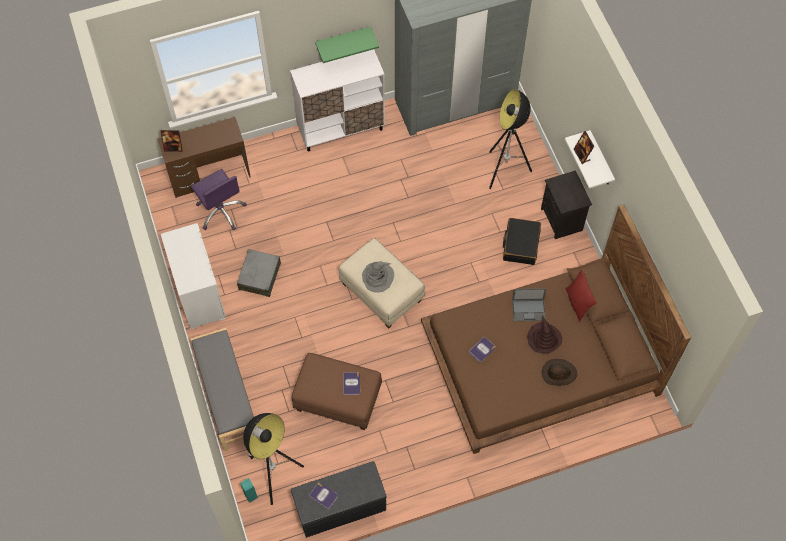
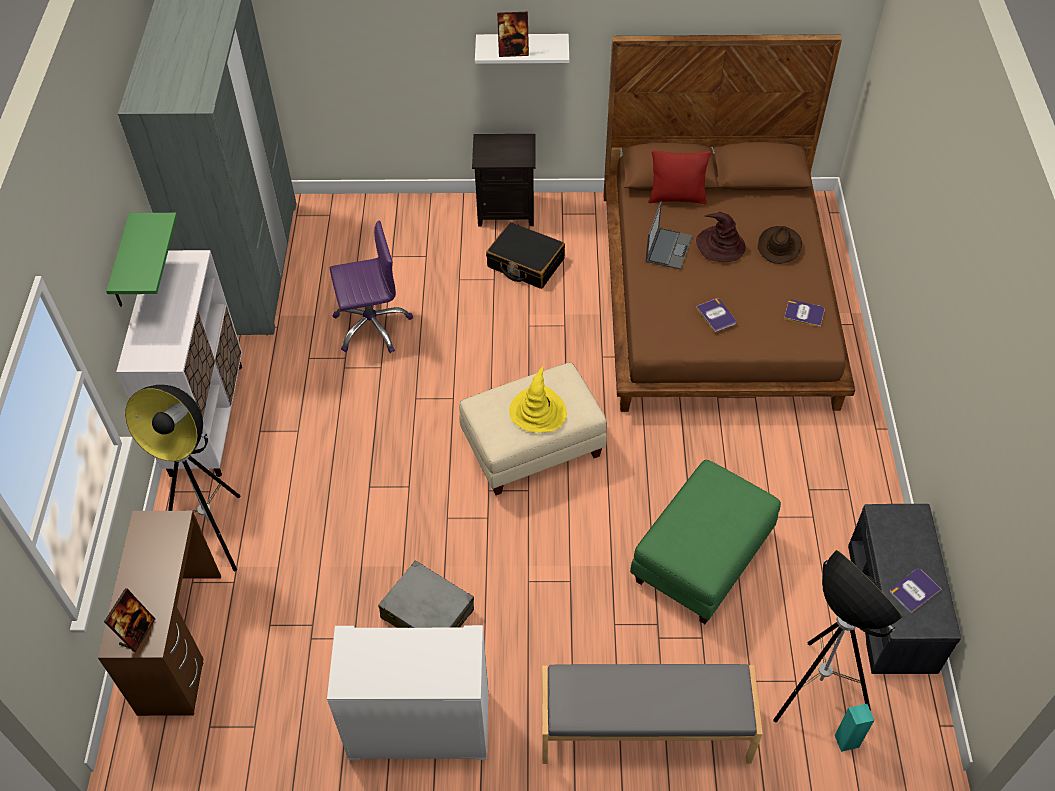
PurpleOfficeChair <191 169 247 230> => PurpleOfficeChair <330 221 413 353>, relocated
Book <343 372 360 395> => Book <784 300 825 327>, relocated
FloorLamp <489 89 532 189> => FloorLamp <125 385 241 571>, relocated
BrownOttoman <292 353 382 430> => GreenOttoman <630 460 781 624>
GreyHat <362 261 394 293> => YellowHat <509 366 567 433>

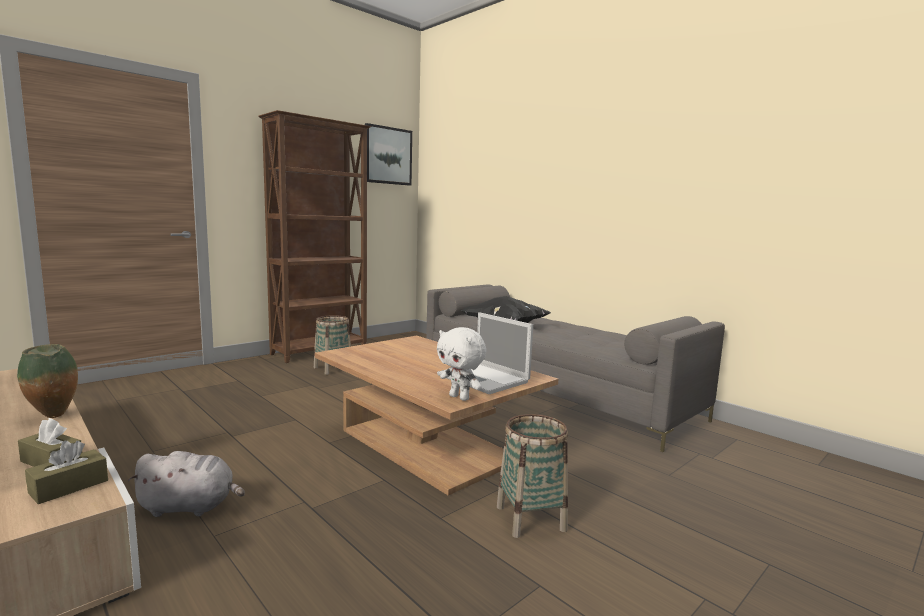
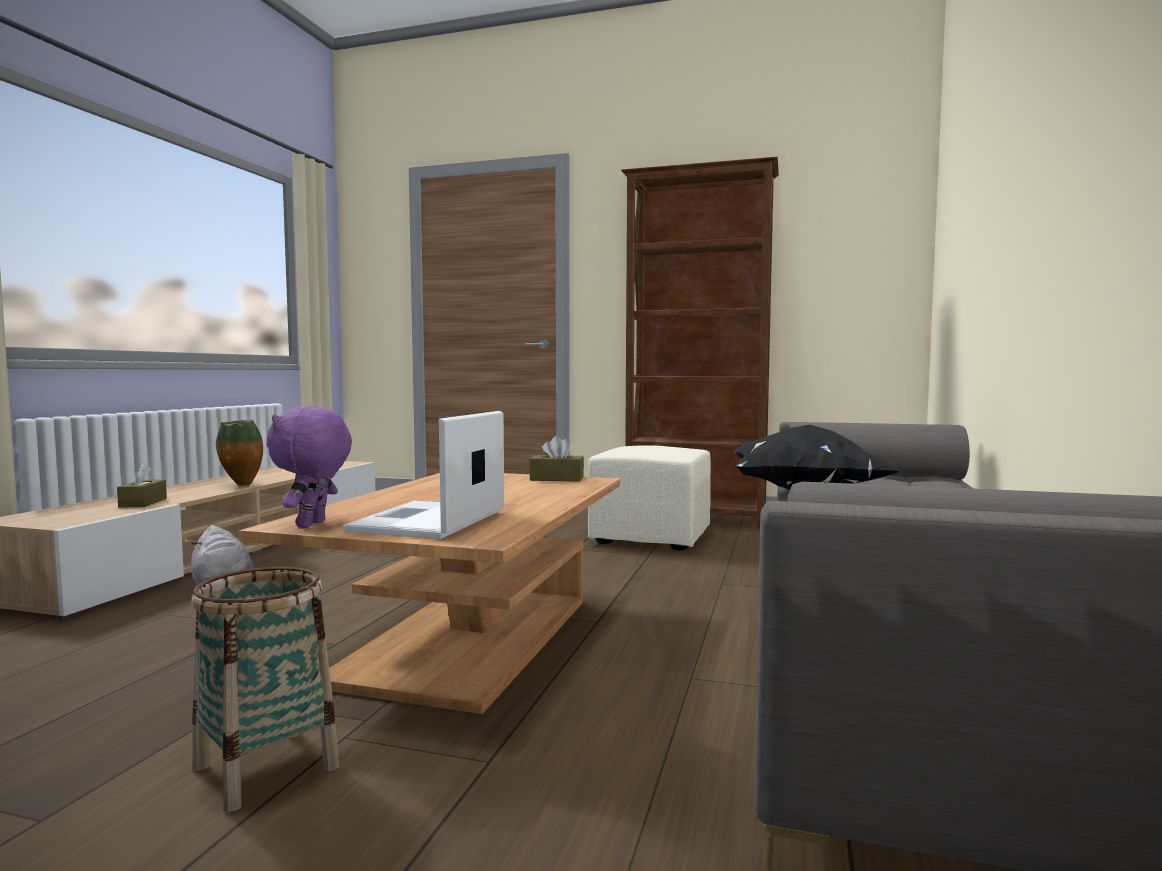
Picture <365 123 412 185> => nothing
BrownTissueBox <25 441 108 504> => BrownTissueBox <529 436 584 482>, relocated
Basket <314 315 351 375> => BeigeOttoman <588 445 711 550>
WhitePlushToy <437 327 486 401> => PurplePlushToy <266 406 352 528>

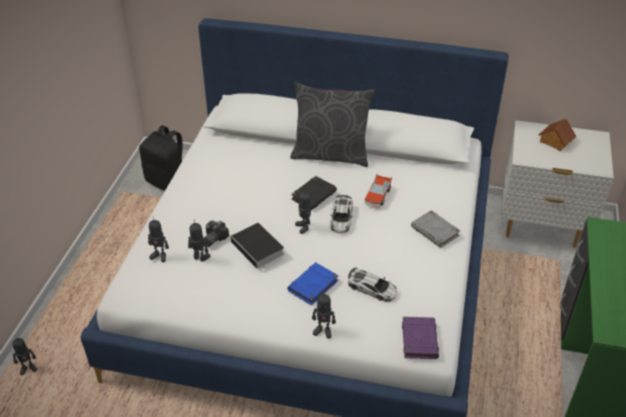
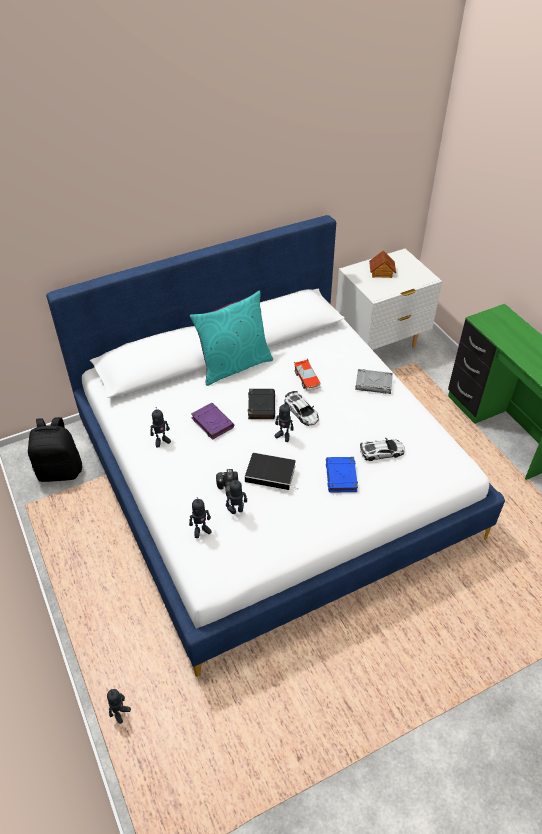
ToyRobot <312 291 336 339> => ToyRobot <150 409 171 447>, relocated
PurpleBook <402 317 439 359> => PurpleBook <191 403 234 440>, relocated
GreyPillow <290 82 375 167> => TurquoisePillow <190 291 273 386>

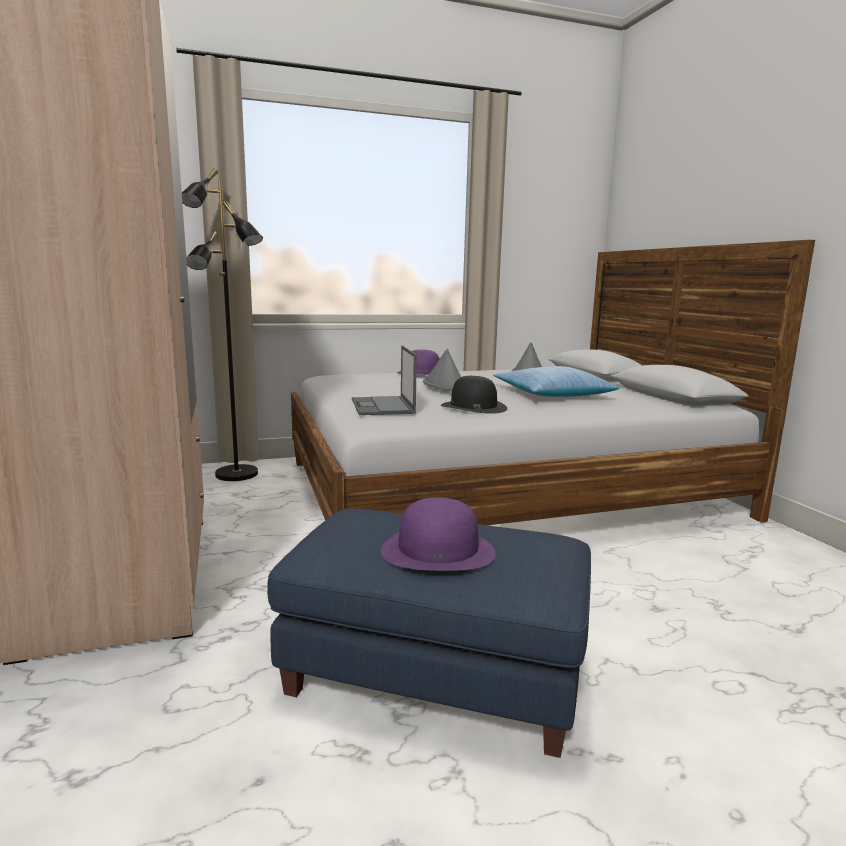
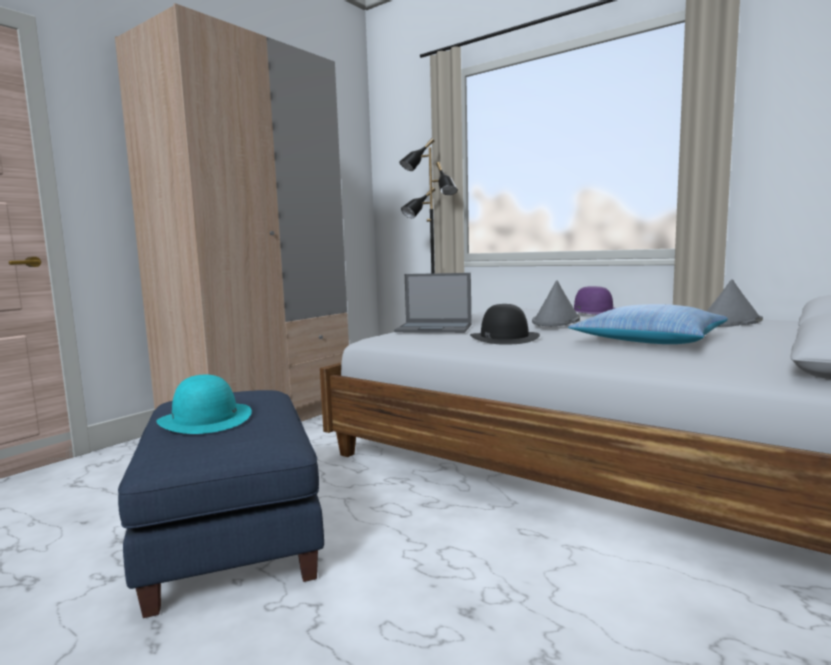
PurpleHat <381 497 496 571> => TurquoiseHat <156 375 252 434>
Laptop <352 346 417 415> => Laptop <394 273 472 333>, 120 degrees counterclockwise

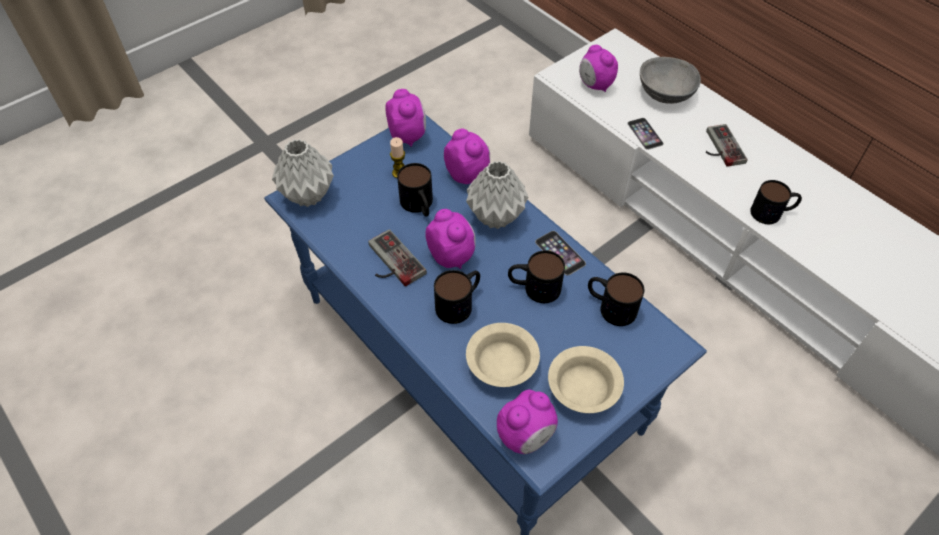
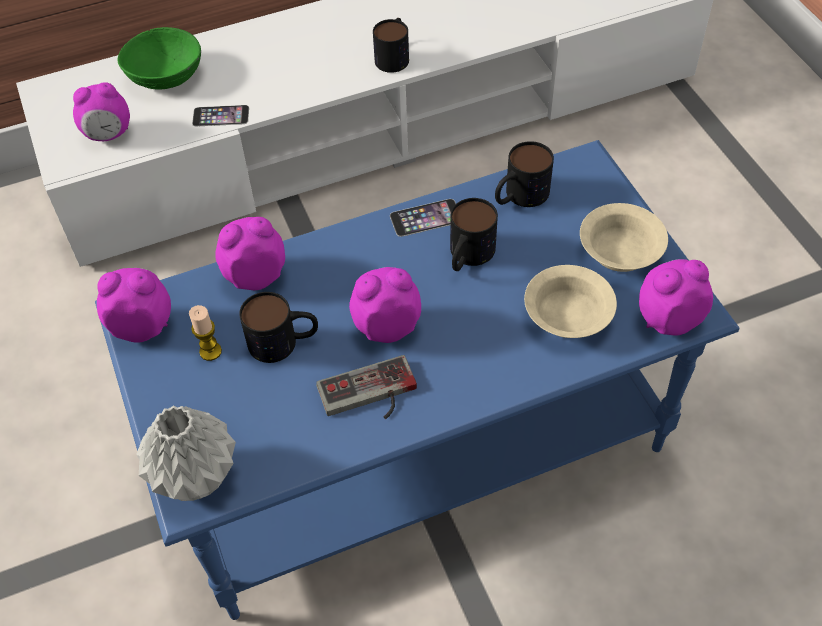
Mug <434 270 480 324> => nothing
GreyVase <466 161 529 229> => nothing
GameController <706 124 748 167> => nothing
GreyBowl <640 57 701 104> => GreenBowl <118 27 201 89>
AlarmClock <497 389 558 454> => AlarmClock <639 259 713 336>, 90 degrees counterclockwise

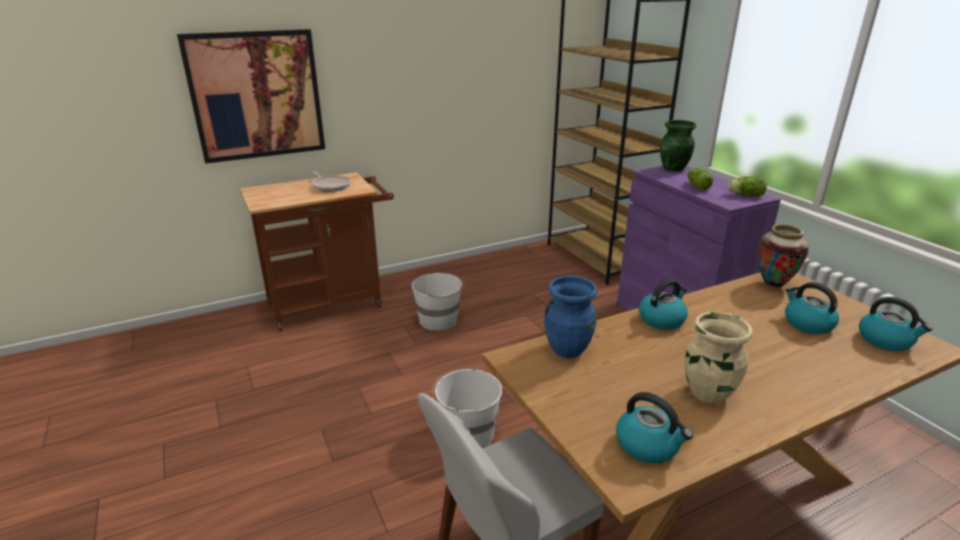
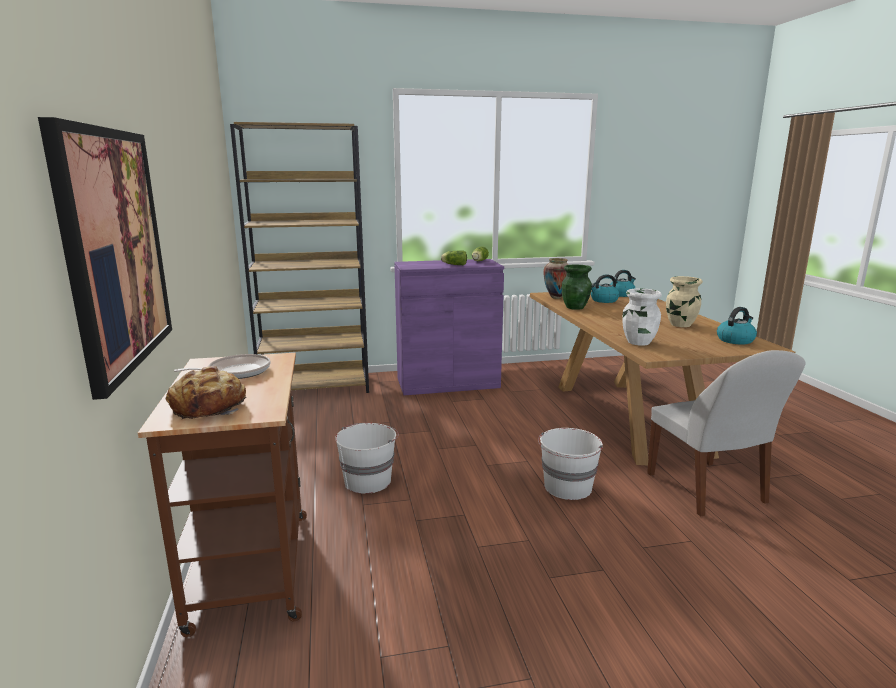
Kettle <639 279 688 330> => nothing
nothing => Bread <166 366 246 419>
GreenVase <660 120 697 172> => GreenVase <562 265 592 310>, relocated
BlueVase <544 276 598 358> => WhiteVase <622 288 662 346>

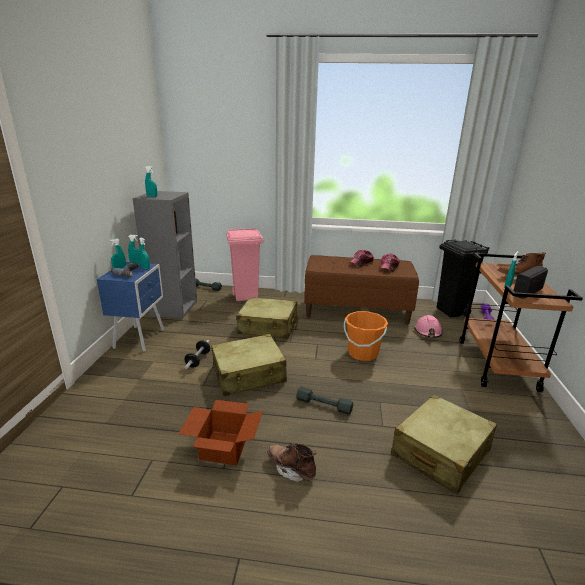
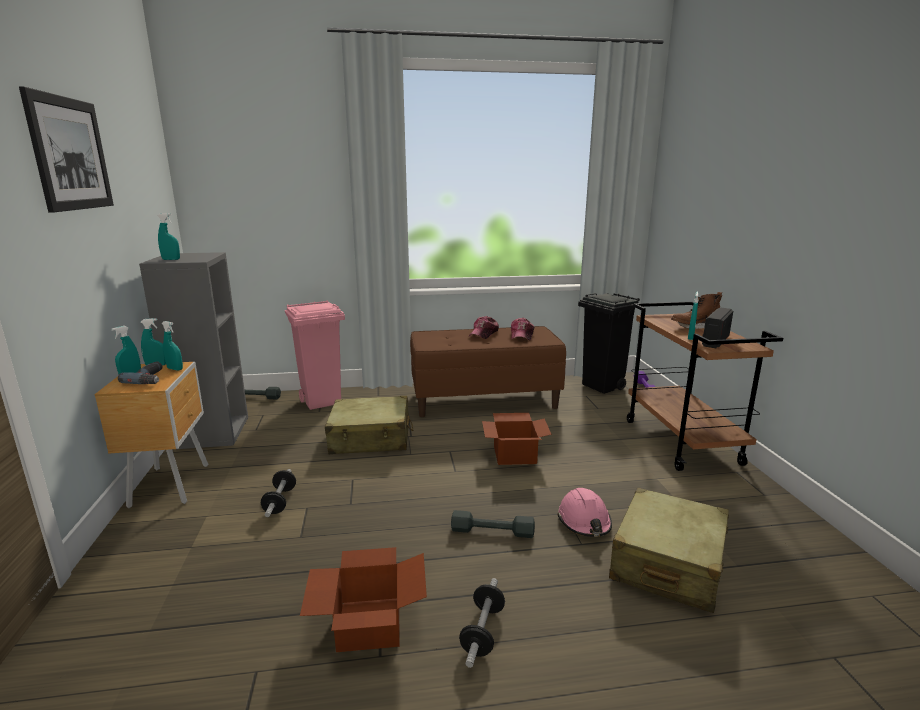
BeigeSuitcase <211 334 287 396> => nothing
nothing => Picture <19 87 114 213>
PinkHardHat <414 315 443 338> => PinkHardHat <558 488 612 537>, relocated
BrownBoot <267 443 316 483> => Dumbbell <459 578 505 668>
OrangeBucket <344 311 388 361> => CardboardBox <482 413 552 465>
BlueNightstand <97 262 164 352> => BrownNightstand <94 362 209 508>

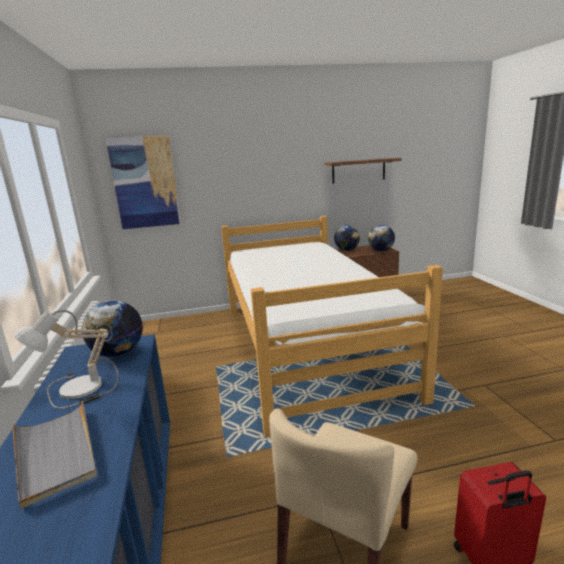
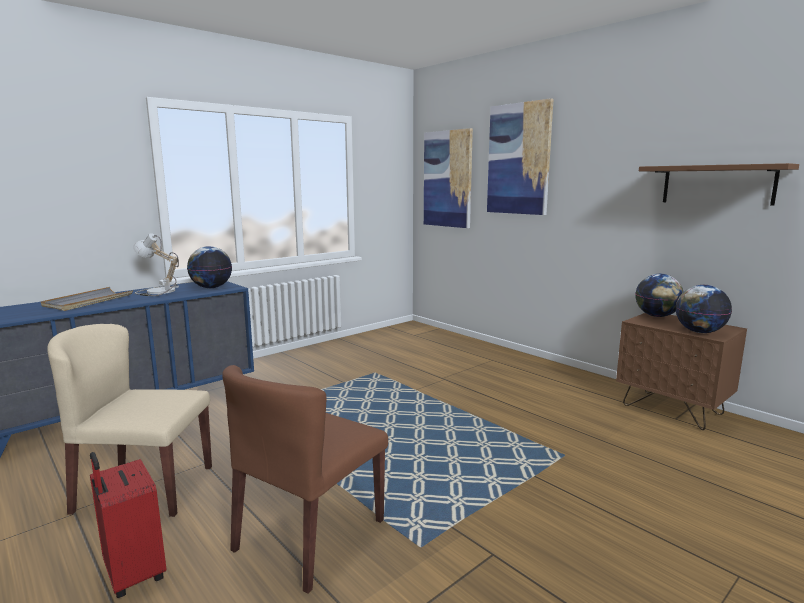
Bed <221 216 443 437> => nothing
nothing => BrownChair <222 365 388 594>
nothing => Picture <487 98 554 215>

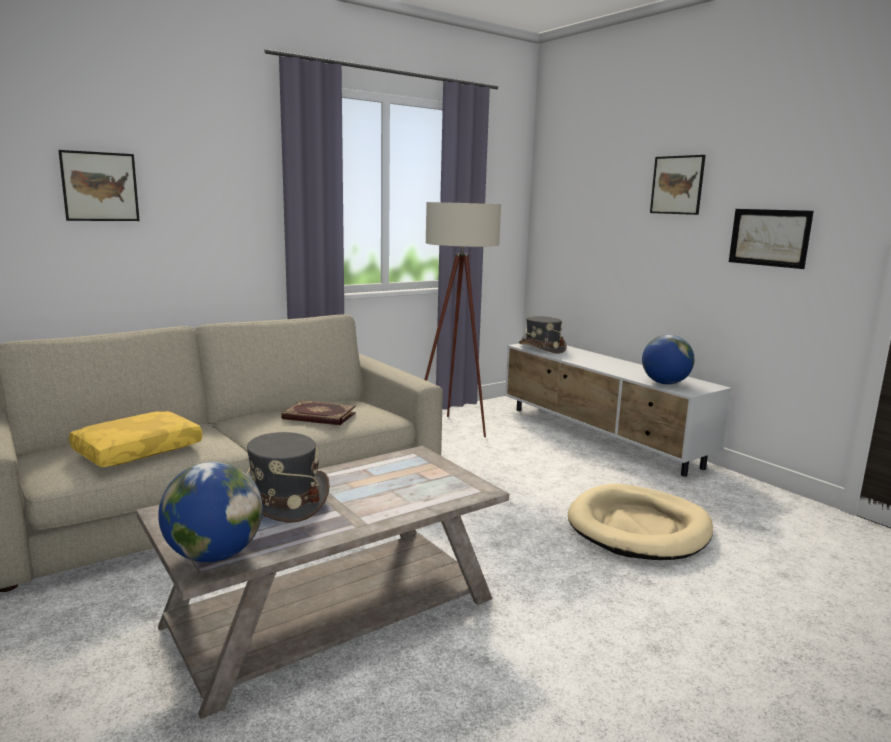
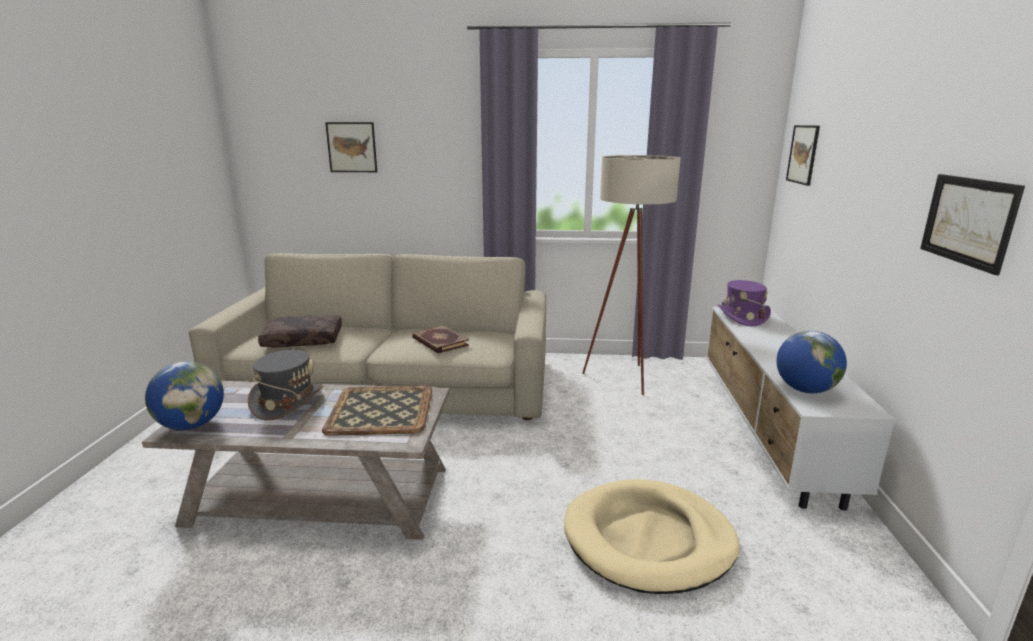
nothing => Tray <322 386 432 436>
Picture <650 155 706 215> => Picture <786 125 820 186>, relocated
YellowPillow <69 411 202 467> => BrownPillow <258 315 342 348>
GreyHat <519 316 567 354> => PurpleHat <718 280 771 326>

